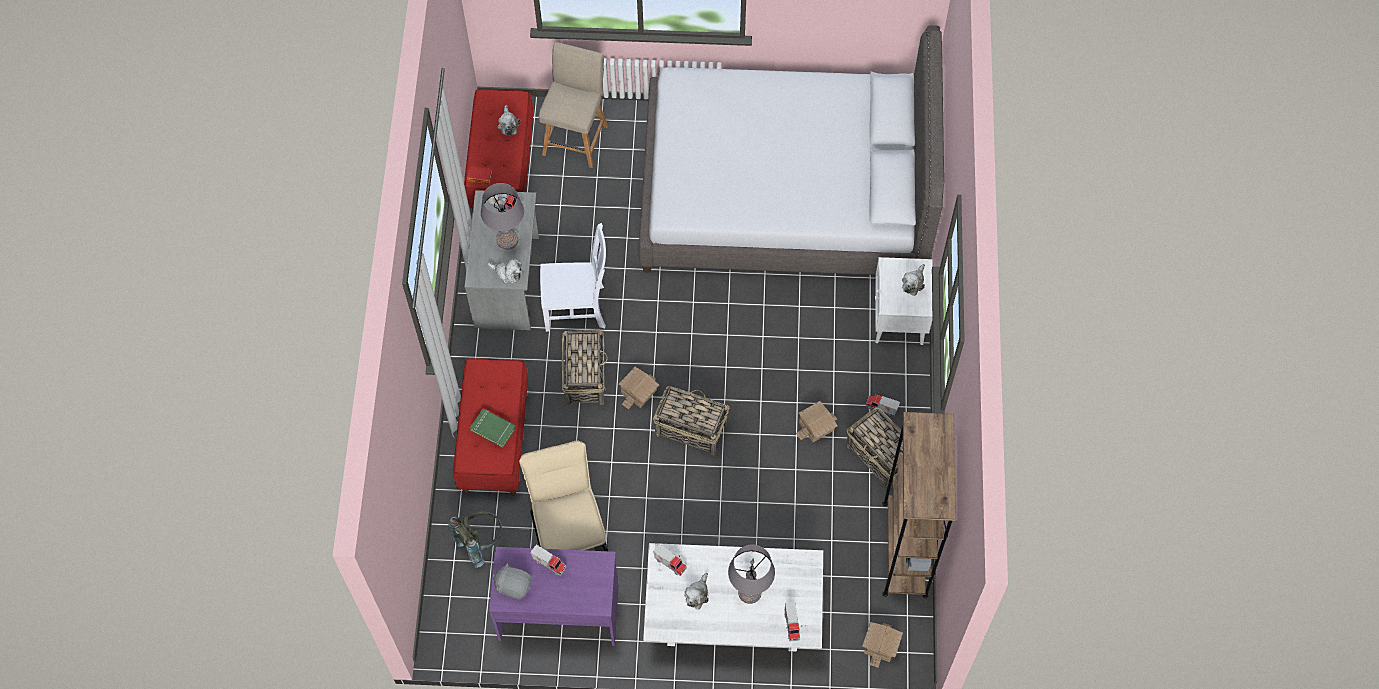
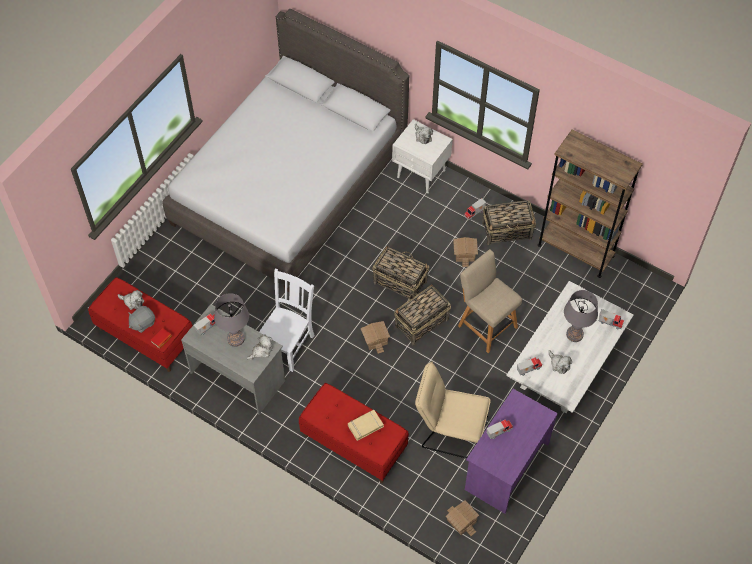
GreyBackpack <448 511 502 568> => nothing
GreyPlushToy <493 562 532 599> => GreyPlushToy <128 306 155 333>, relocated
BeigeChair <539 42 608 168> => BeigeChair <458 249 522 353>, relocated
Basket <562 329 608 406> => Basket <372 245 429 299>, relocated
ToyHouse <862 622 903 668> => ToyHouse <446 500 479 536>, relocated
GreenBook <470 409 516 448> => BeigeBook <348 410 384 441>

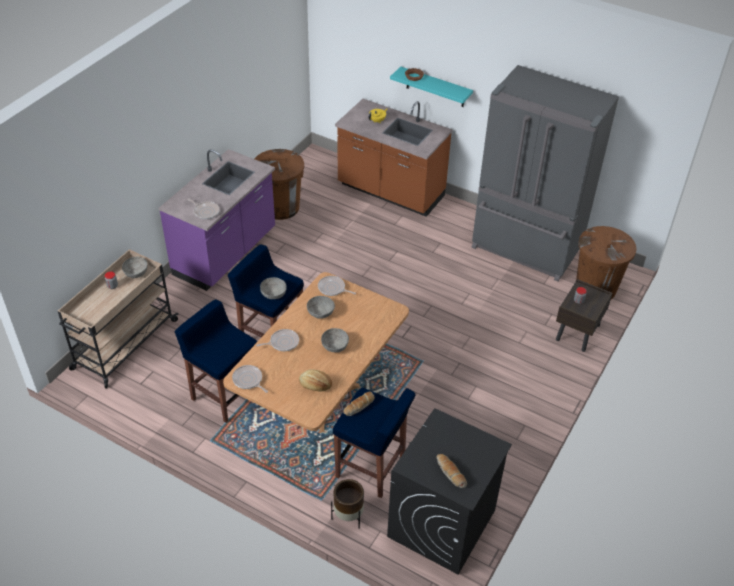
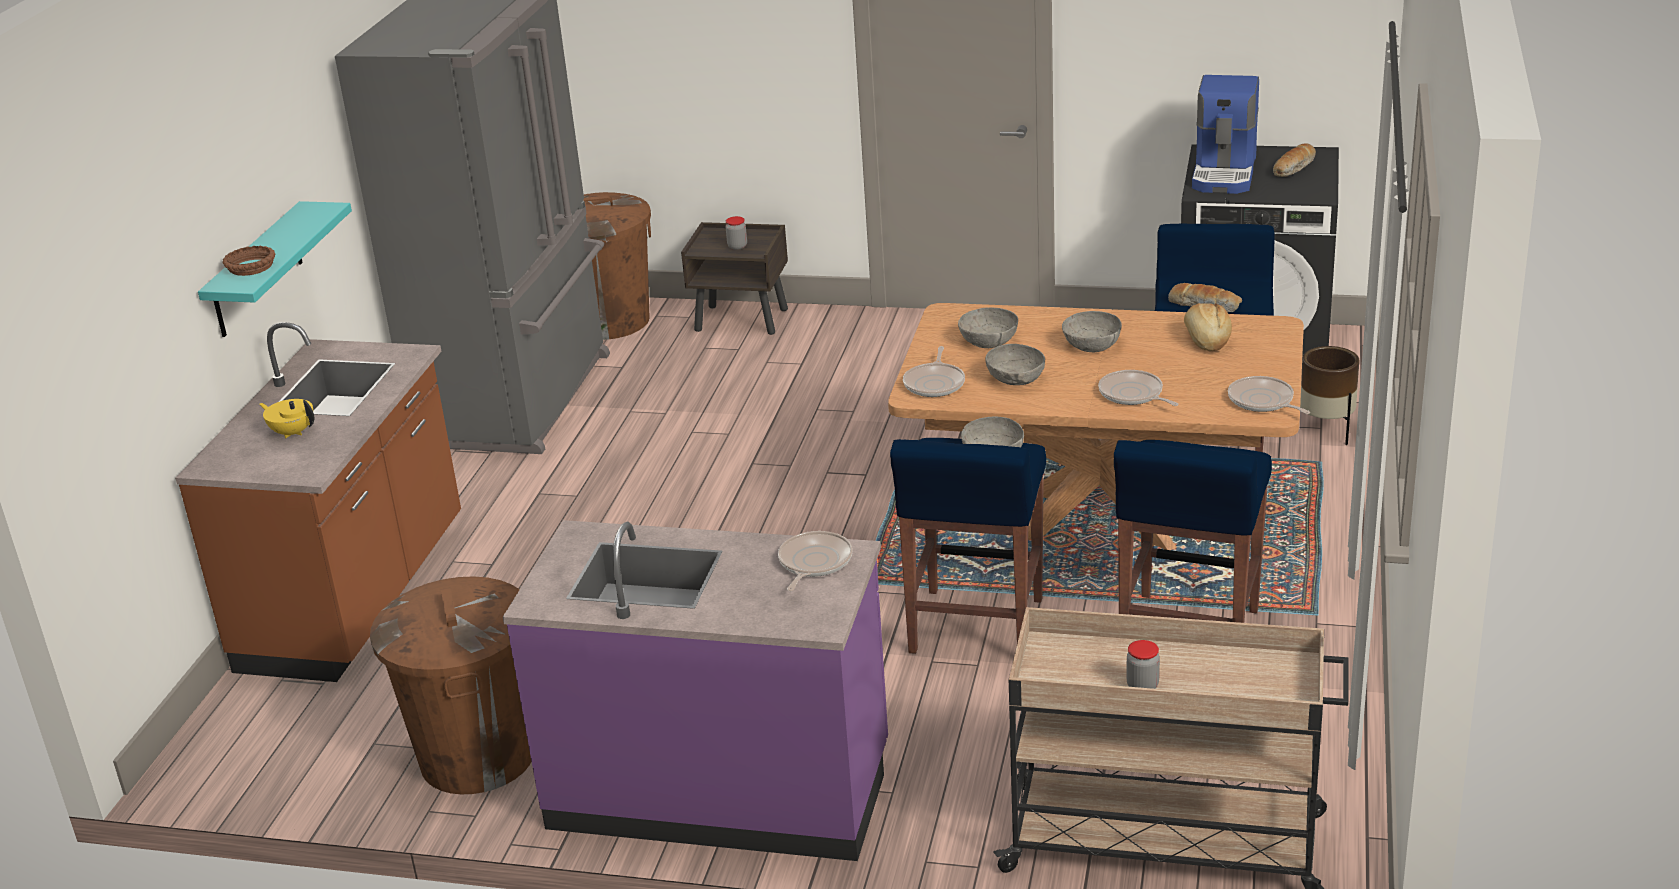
nothing => CoffeeMachine <1192 75 1259 194>
GreyBowl <122 257 148 278> => GreyBowl <958 308 1018 348>, relocated
FryingPan <232 365 268 393> => FryingPan <1228 376 1310 414>, 120 degrees clockwise

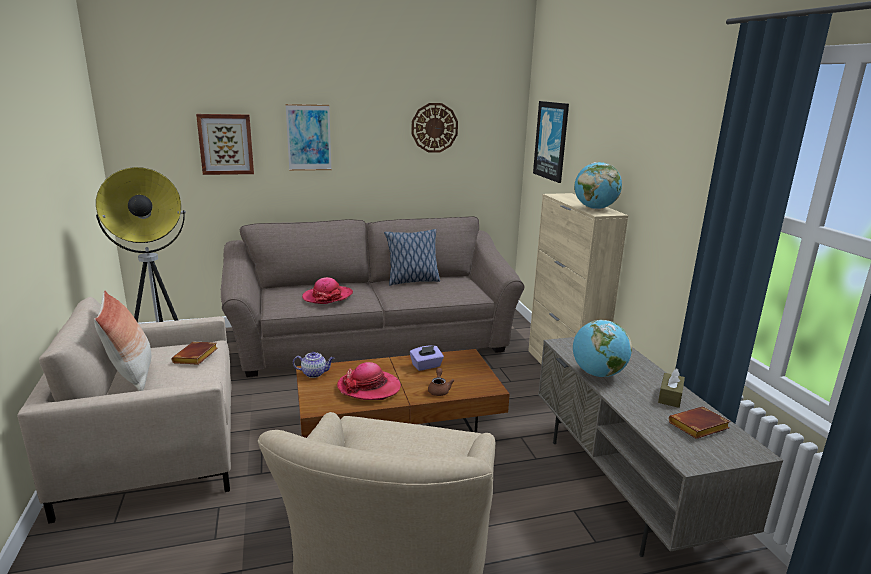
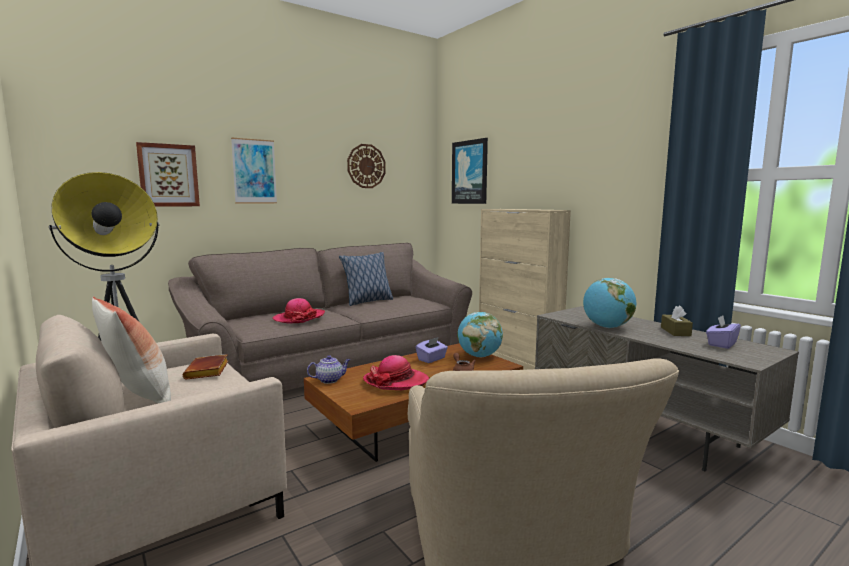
Globe <574 162 622 209> => Globe <457 312 503 357>, relocated
BrownBook <669 406 731 439> => PurpleTissueBox <706 315 741 349>

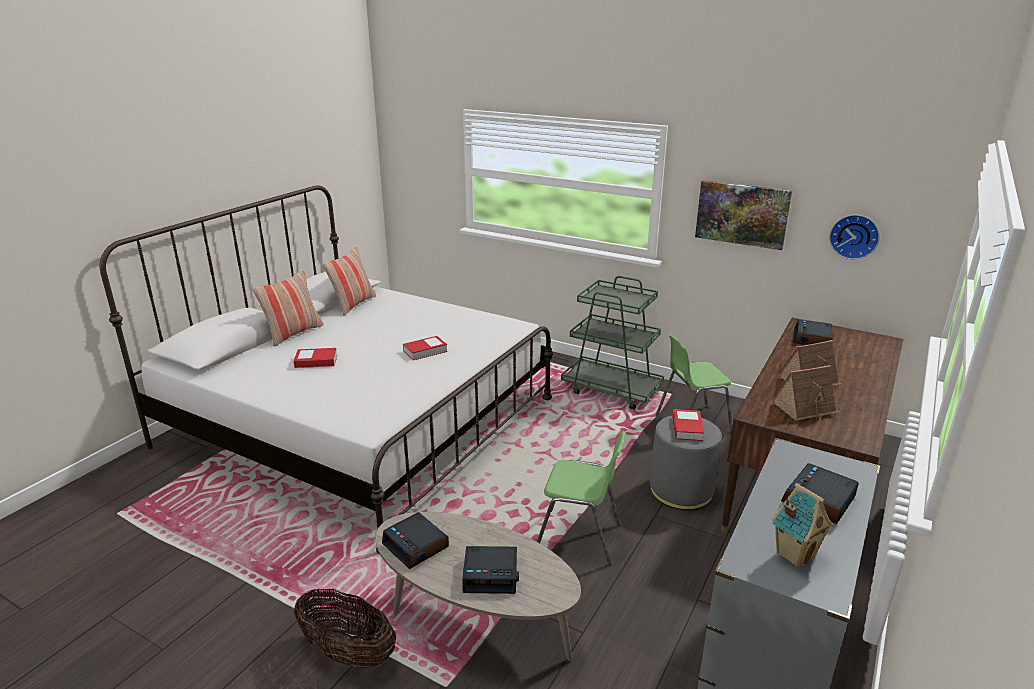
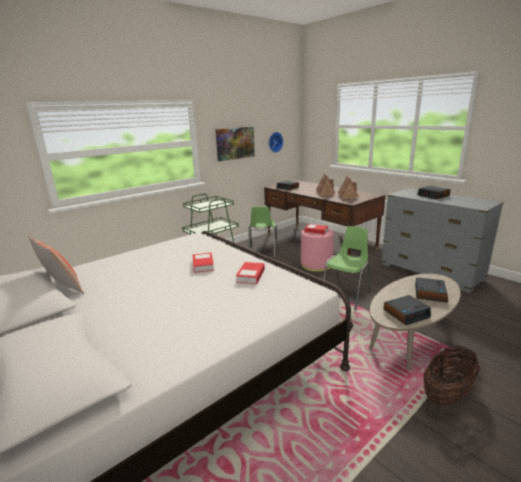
Pillow <253 271 323 346> => nothing
ToyHouse <771 483 834 568> => nothing
Book <294 348 337 368> => Book <236 262 265 284>, relocated
GreyOttoman <650 416 722 510> => PinkOttoman <301 229 334 272>

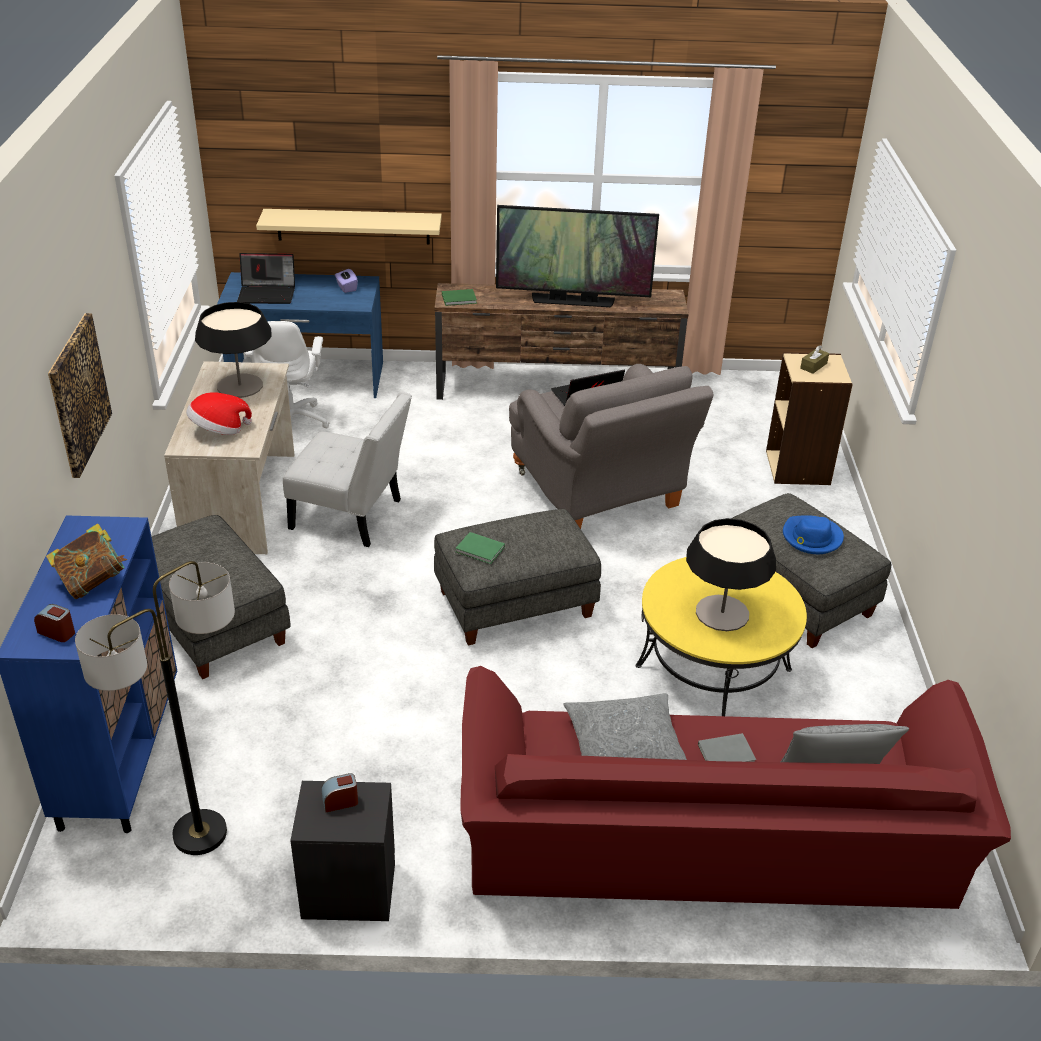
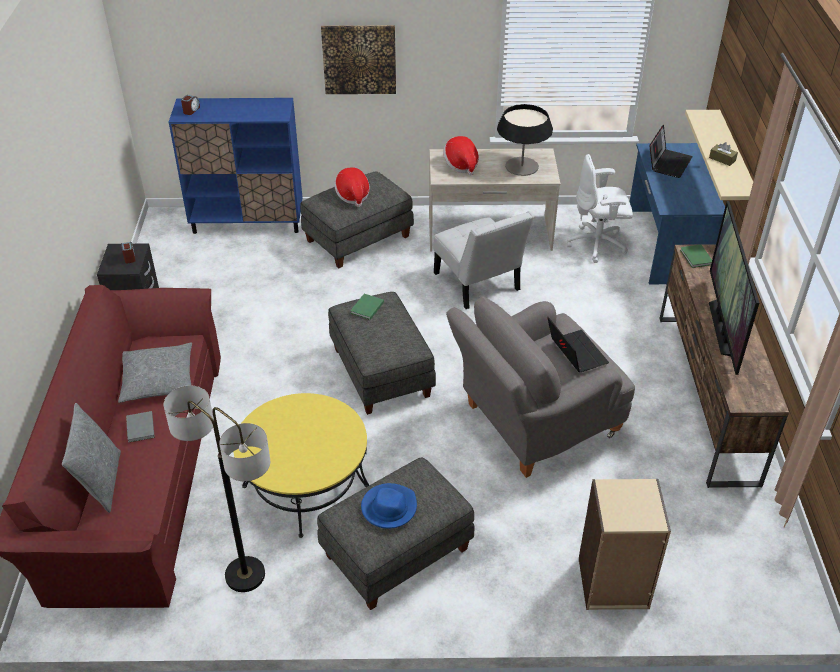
Book <46 523 127 599> => nothing
PurpleTissueBox <335 269 358 293> => nothing
TableLamp <686 518 776 631> => nothing
nothing => Hat <334 167 370 207>
FloorLamp <75 561 235 855> => FloorLamp <164 385 270 592>, relocated
BrownTissueBox <800 345 829 374> => BrownTissueBox <709 142 738 166>, relocated
Laptop <237 253 295 304> => Laptop <649 125 693 178>, 150 degrees counterclockwise
WhiteChair <283 392 412 547> => WhiteChair <433 211 534 309>, 45 degrees counterclockwise

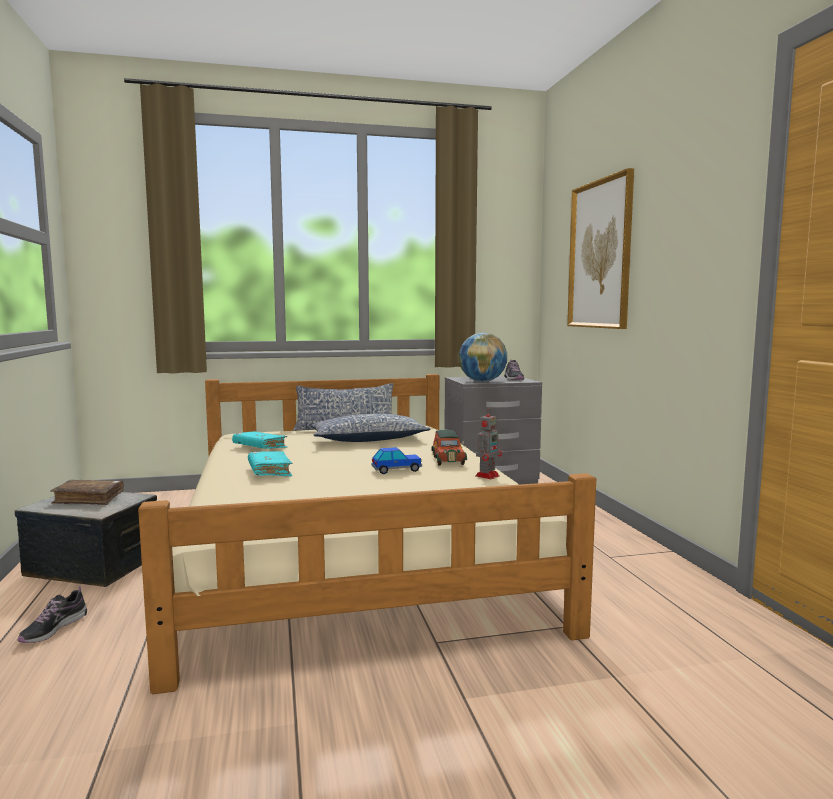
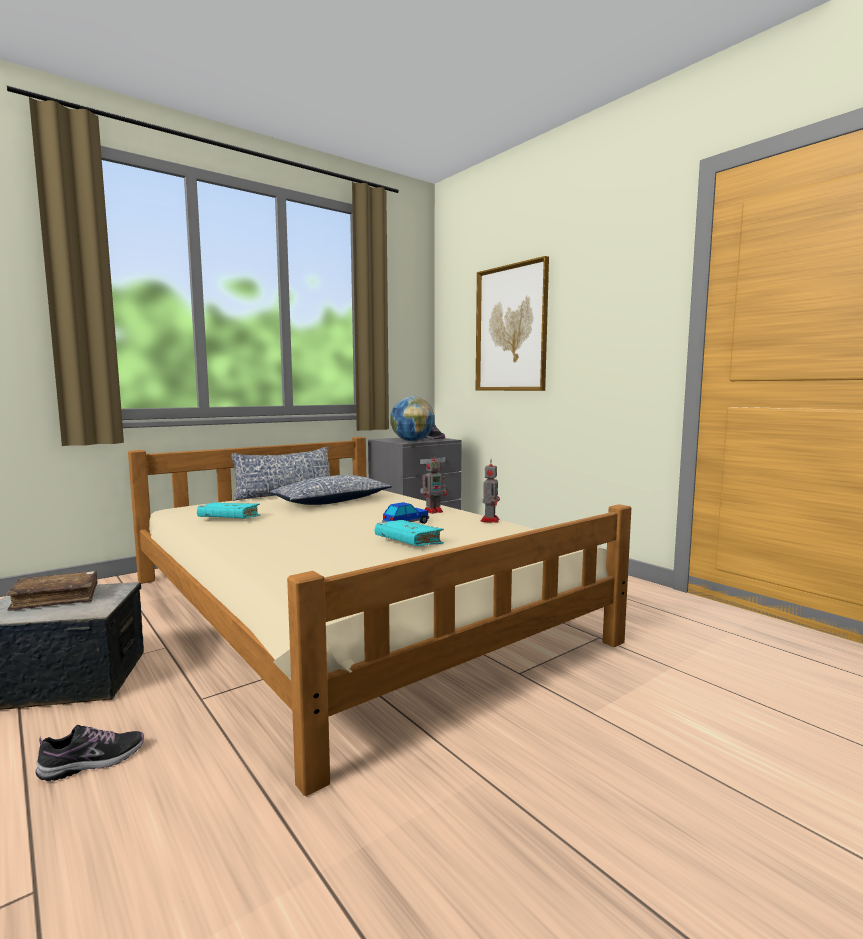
TurquoiseBook <248 451 293 476> => TurquoiseBook <375 520 444 546>, relocated
ToyCar <431 430 467 465> => ToyRobot <422 454 447 514>
Shoe <18 586 87 643> => Shoe <36 725 144 781>, 120 degrees counterclockwise

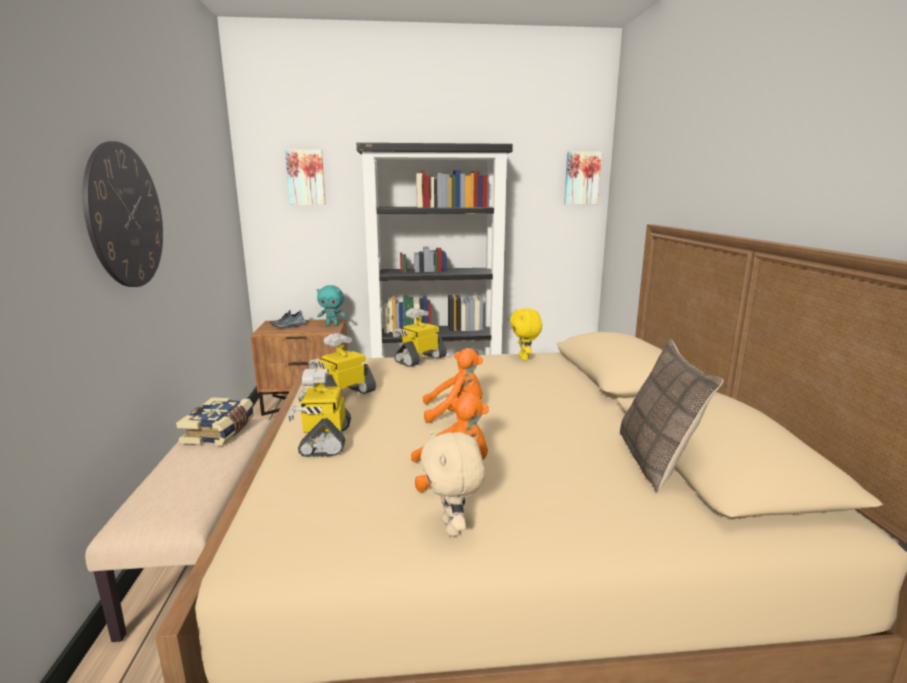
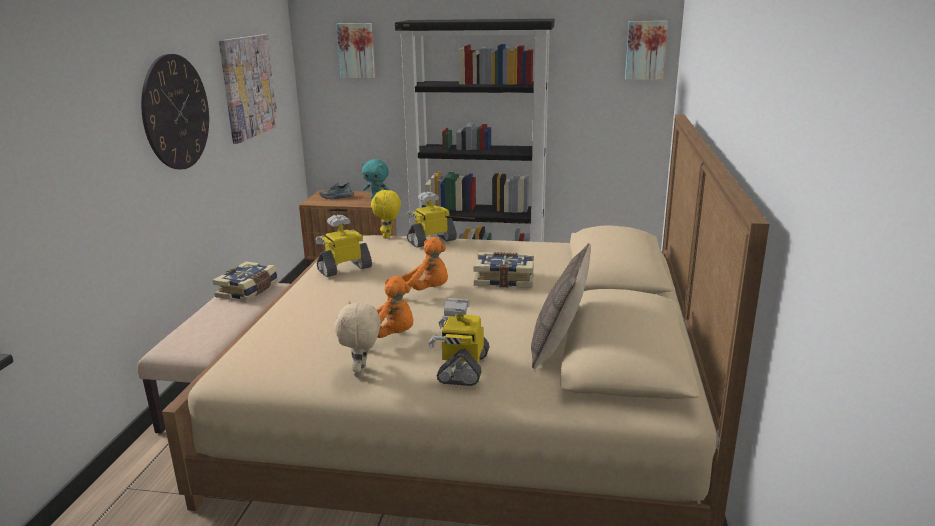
nothing => Picture <219 34 279 144>
nothing => Book <473 252 534 288>
ToyRobot <287 369 351 457> => ToyRobot <429 298 489 386>, relocated
YellowPlushToy <510 308 542 361> => YellowPlushToy <371 190 401 239>, relocated

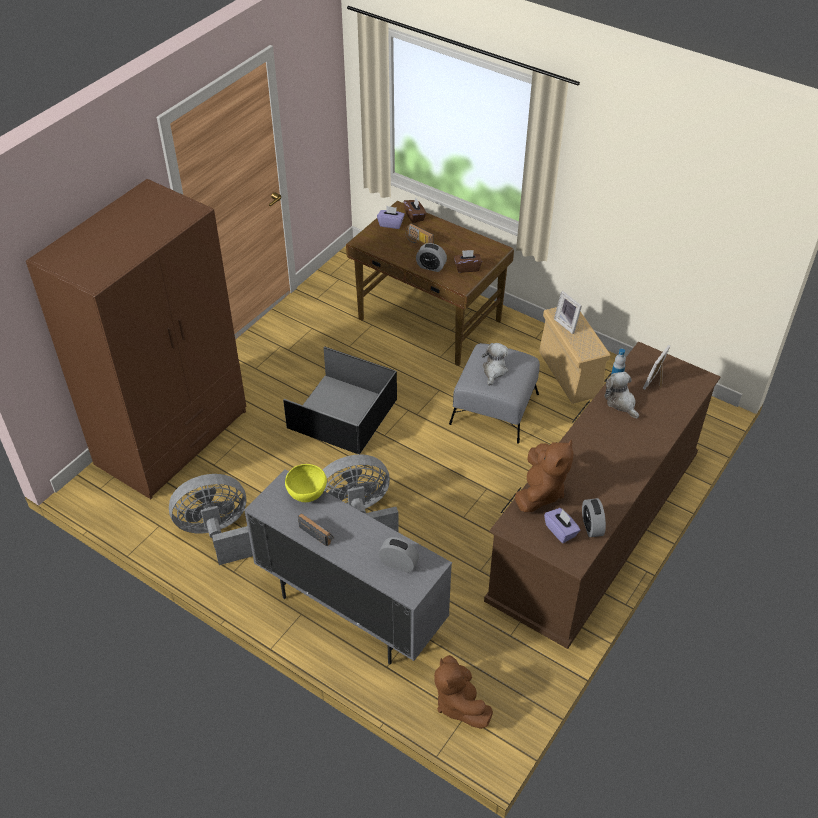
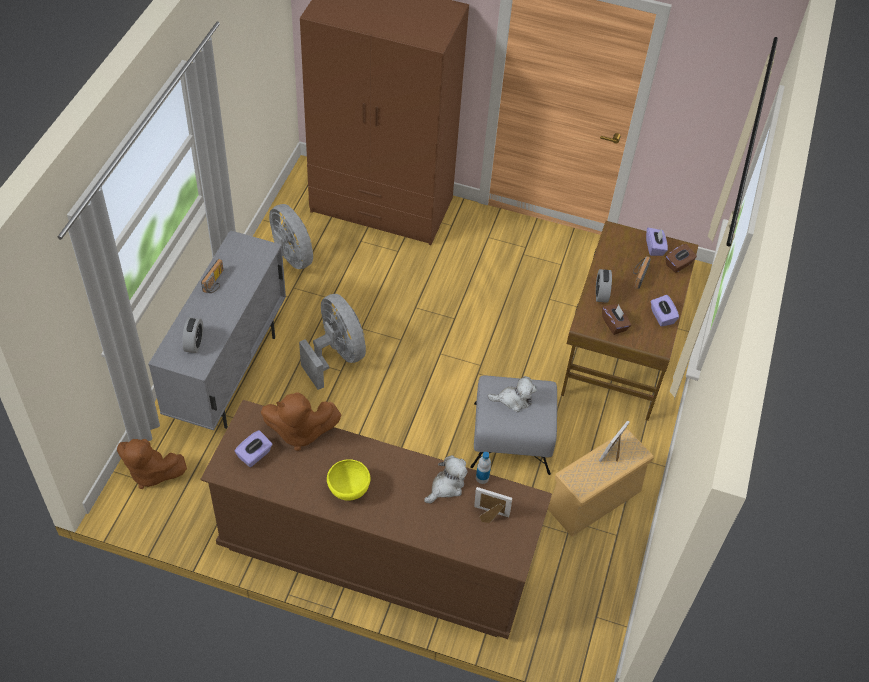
BlackStorageBox <283 346 397 454> => nothing
AlarmClock <582 498 606 537> => nothing
nothing => PurpleTissueBox <651 295 679 327>
YellowBowl <285 464 327 502> => YellowBowl <327 459 370 501>, relocated
BrownPlushToy <434 655 493 729> => BrownPlushToy <117 439 187 489>, 120 degrees counterclockwise

